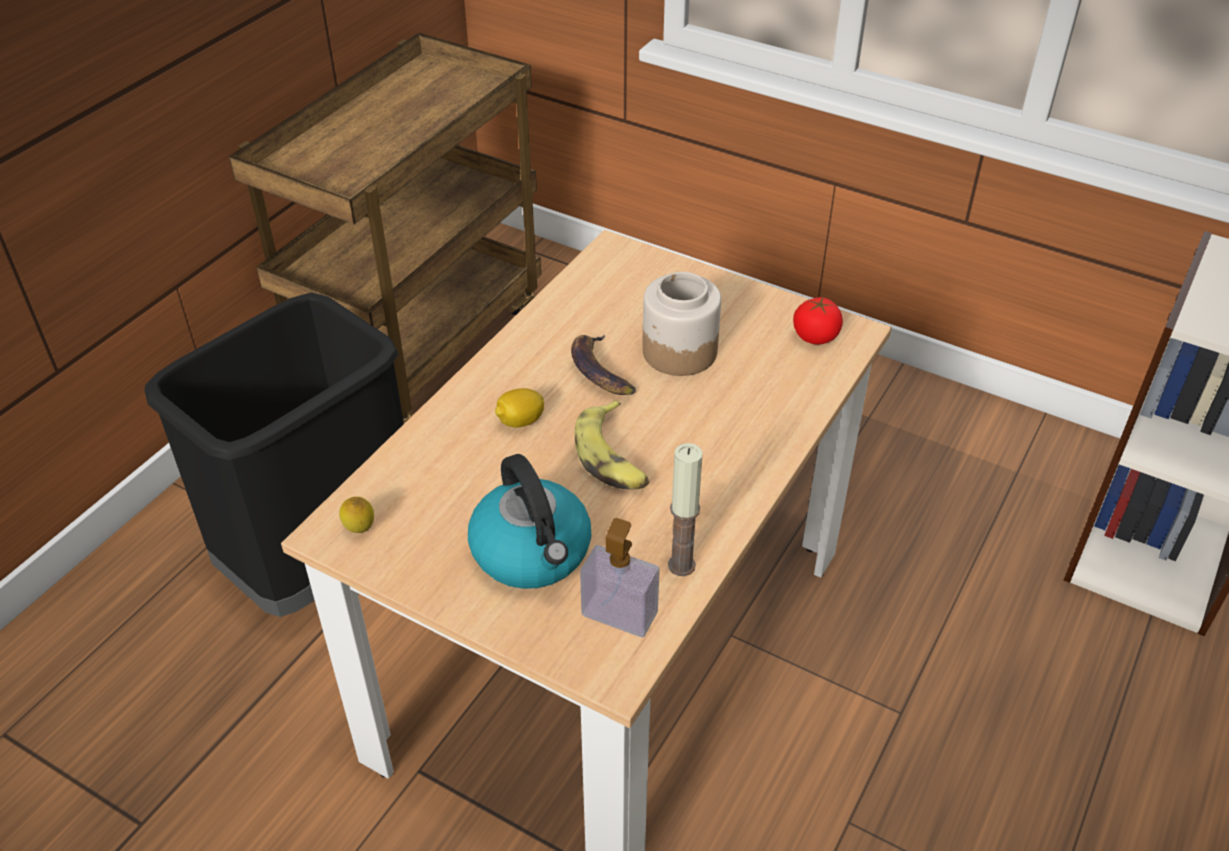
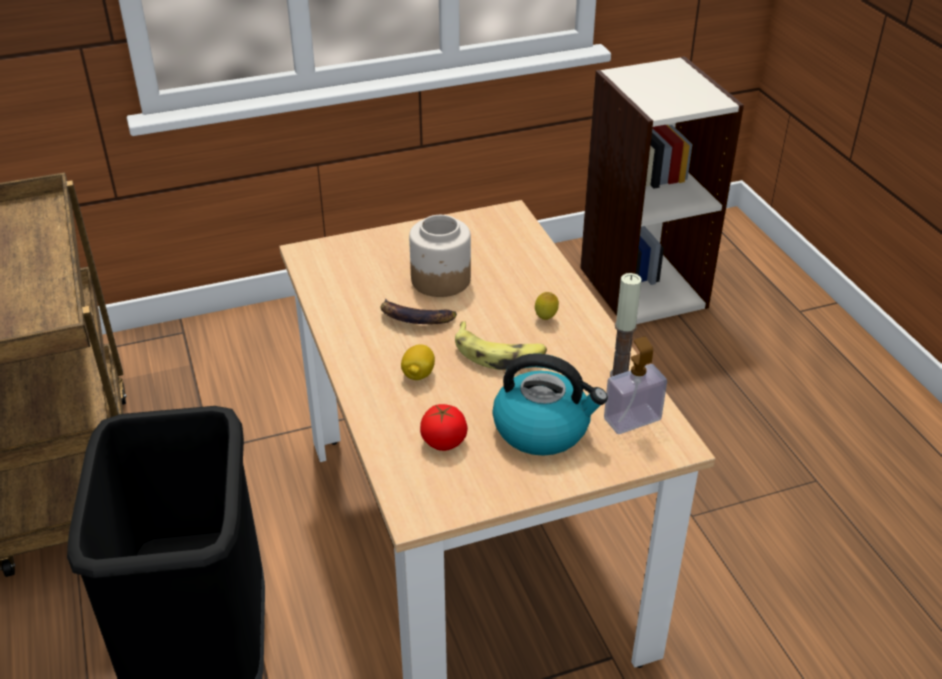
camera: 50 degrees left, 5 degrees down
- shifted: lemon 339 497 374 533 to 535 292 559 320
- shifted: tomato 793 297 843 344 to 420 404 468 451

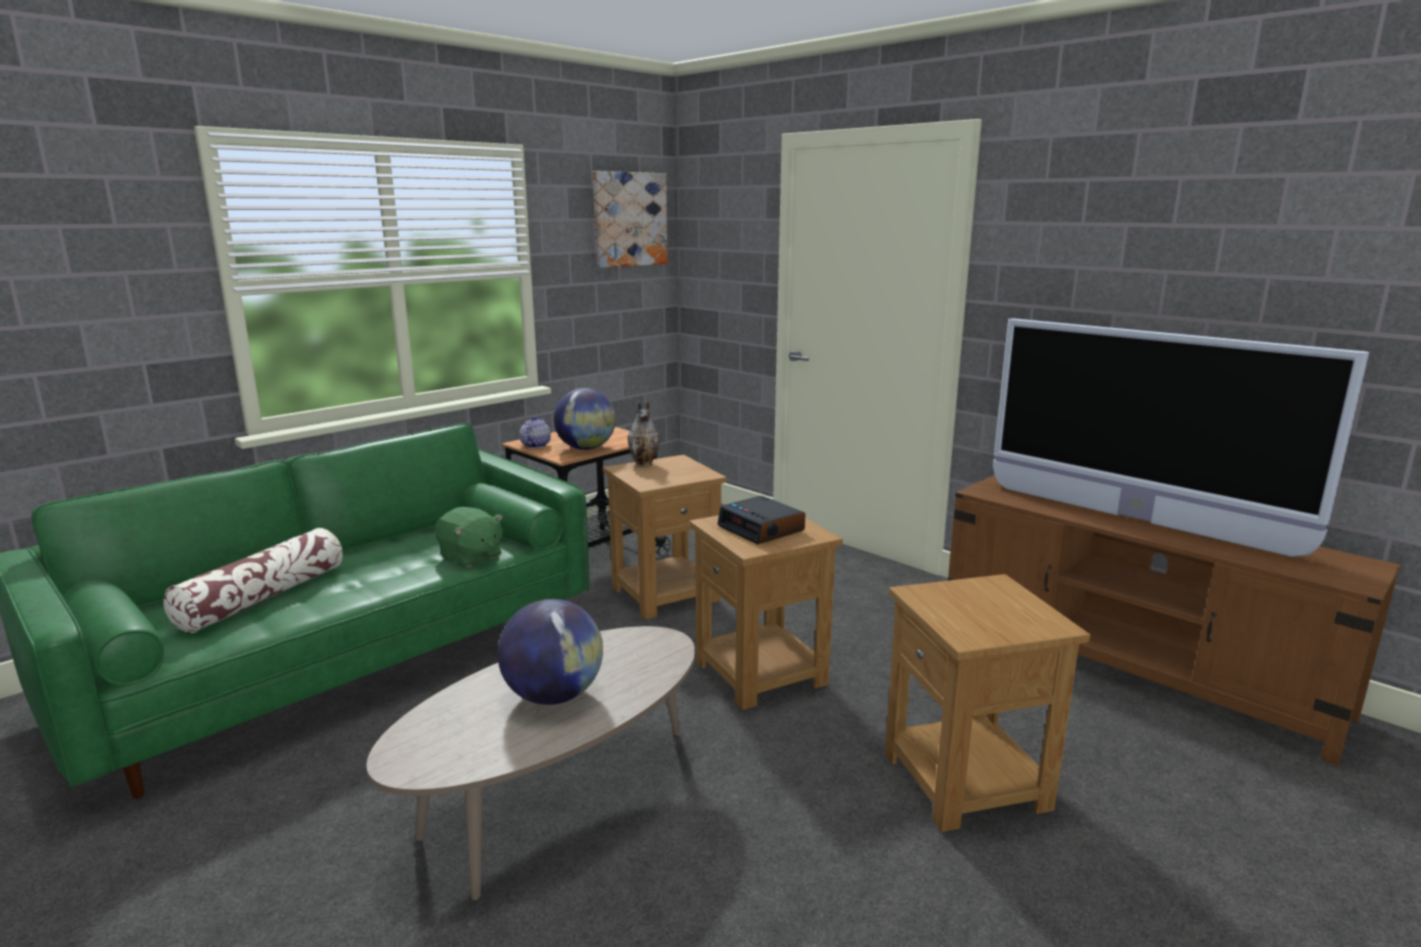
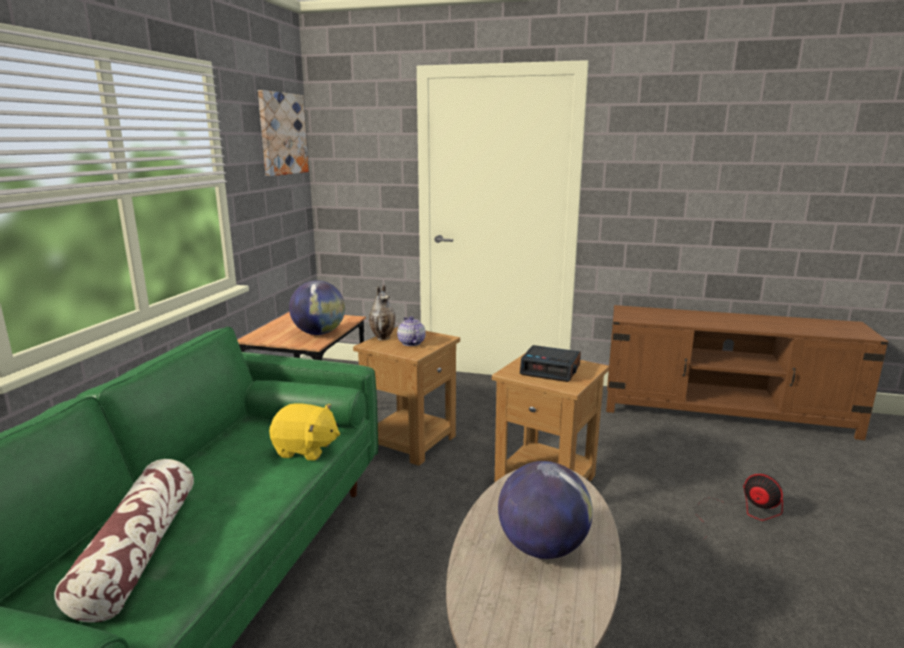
camera: 30 degrees left, 0 degrees up
- gone: television 993 319 1369 557
- shifted: teapot 519 416 551 448 to 397 316 426 346
- swapped: brown side table 885 574 1090 832 to fan 694 474 783 540
- repainted: green plush toy 435 507 504 567 to yellow plush toy 269 403 340 461

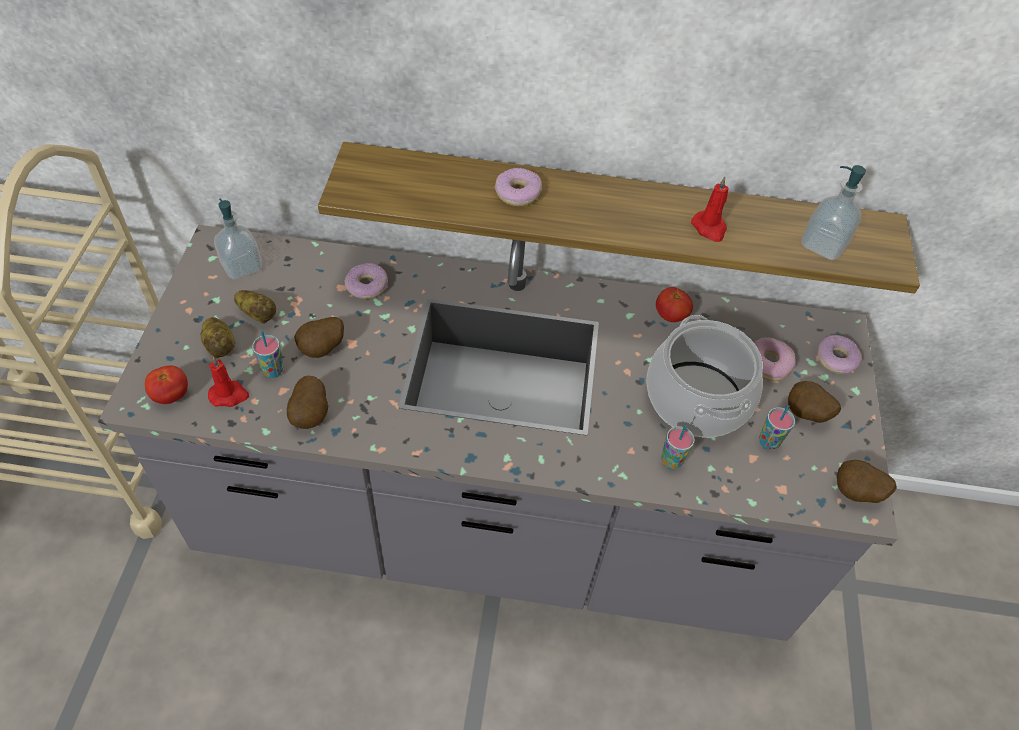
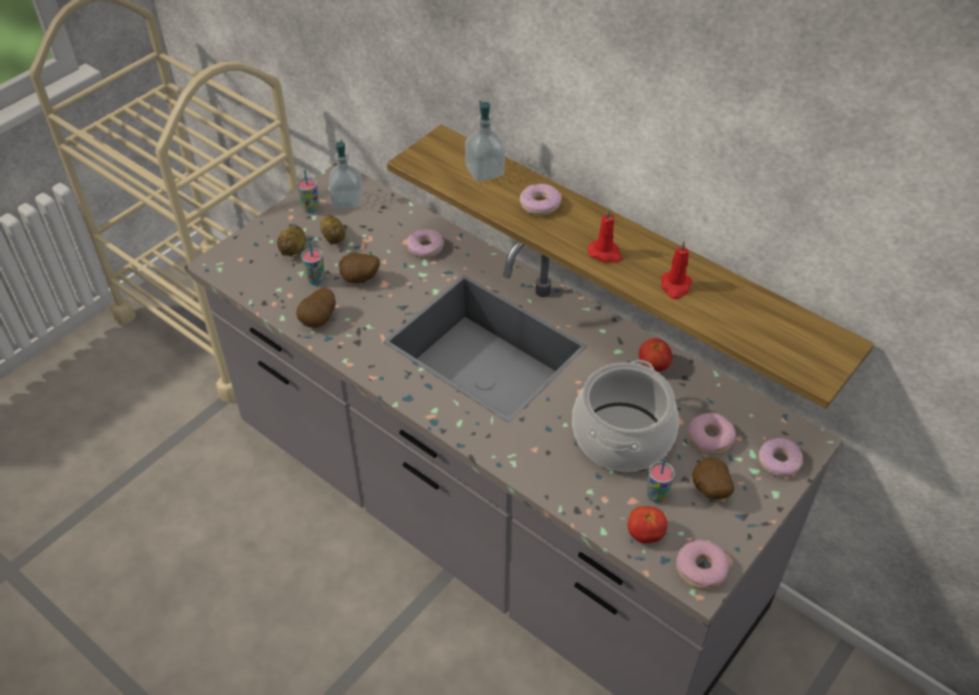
camera: 35 degrees right, 5 degrees down
- shifted: tomato 145 365 188 404 to 628 506 668 543
- shifted: red candle 208 356 249 407 to 588 208 622 263
- shifted: cup 661 425 695 469 to 297 170 319 213
- shifted: soap dispenser 801 165 866 260 to 465 101 505 182
- swapped: potato 837 460 897 503 to donut 676 540 730 589

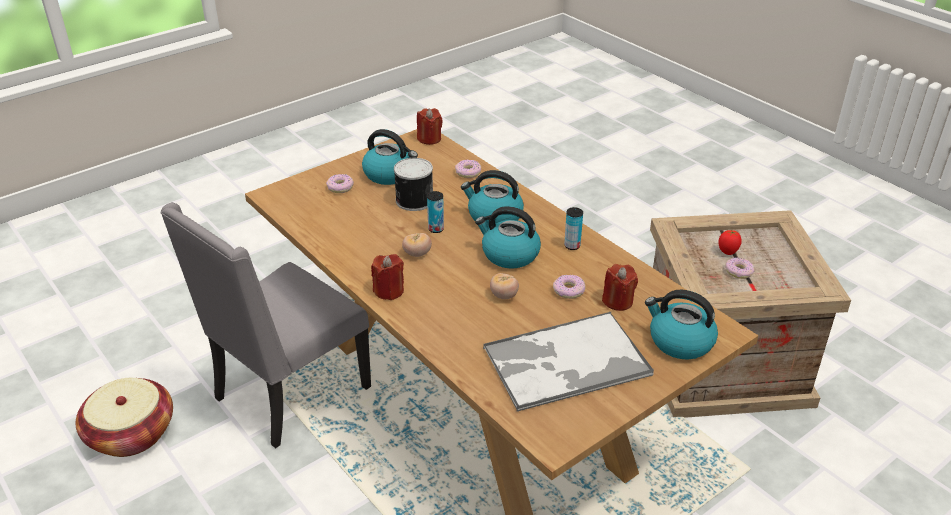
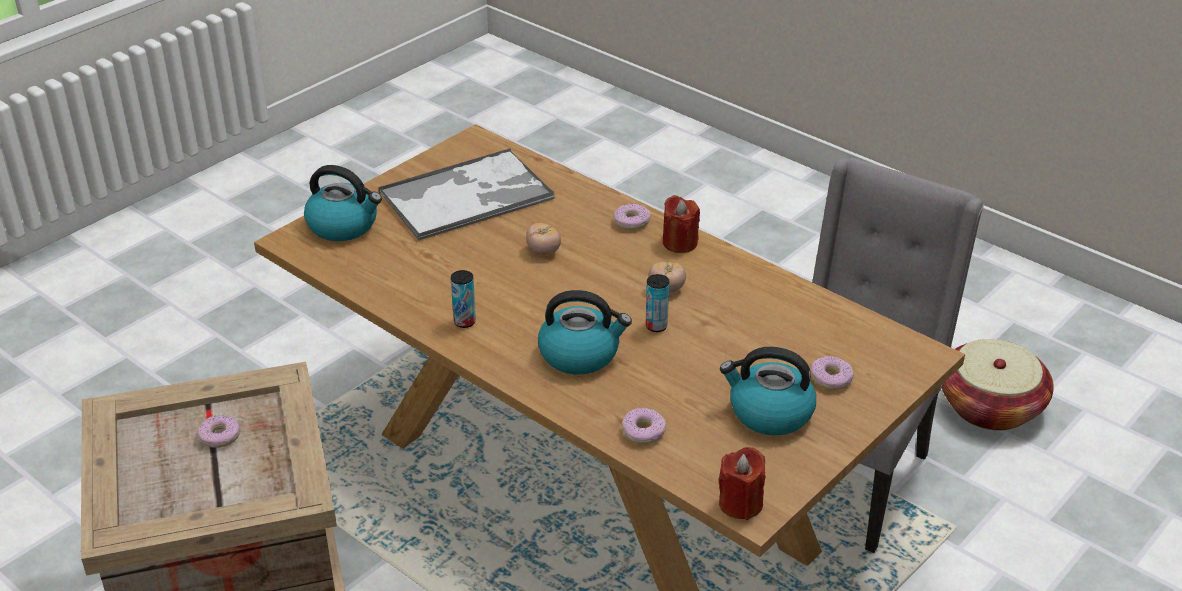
camera: 170 degrees right, 0 degrees up
- gone: can 394 158 433 211
- gone: kettle 475 206 541 268
- gone: red candle 602 264 638 311
- gone: tomato 718 230 742 255
- shifted: donut 553 275 585 299 to 613 204 651 230

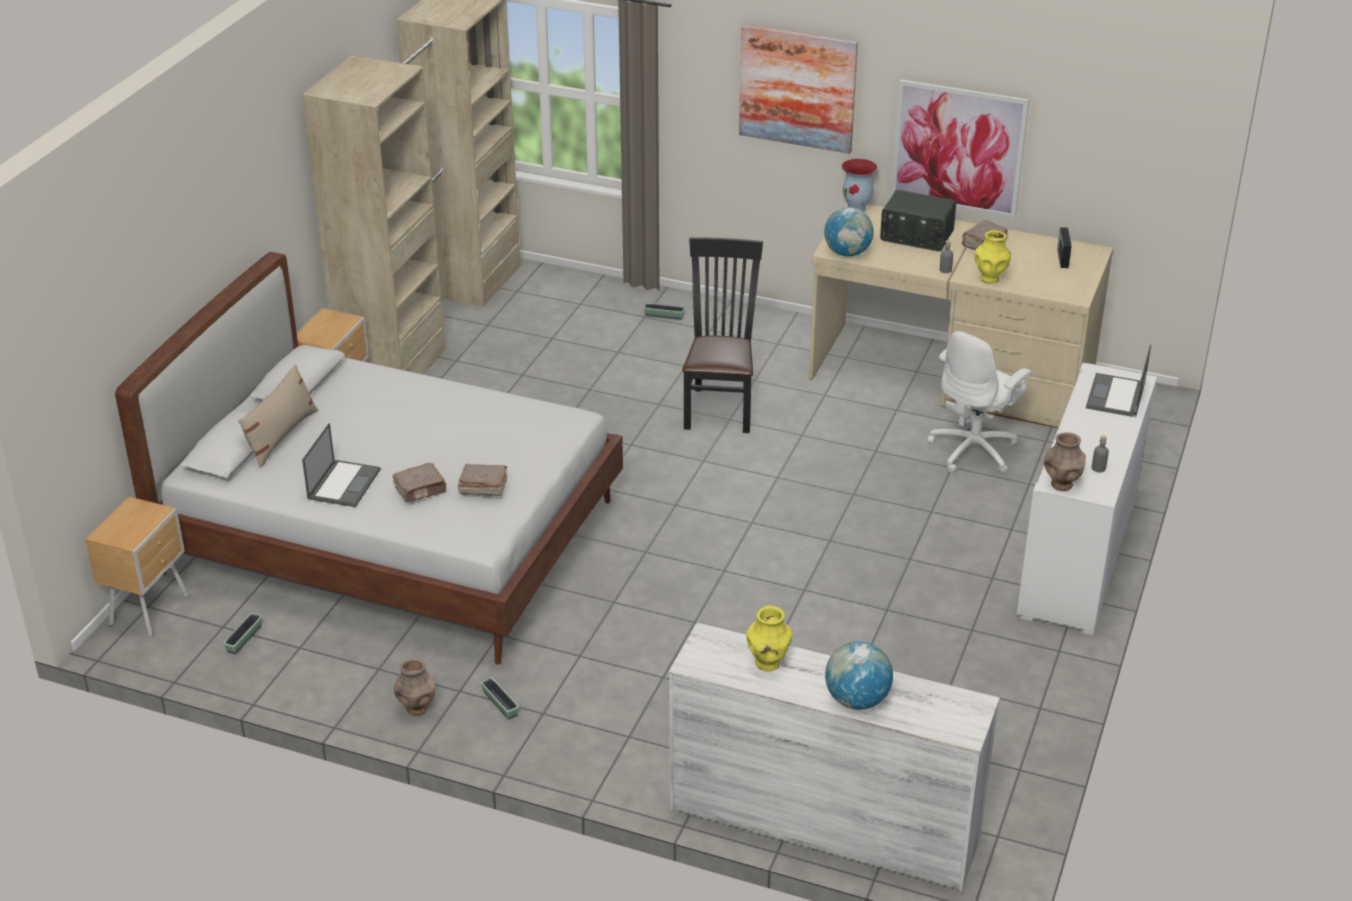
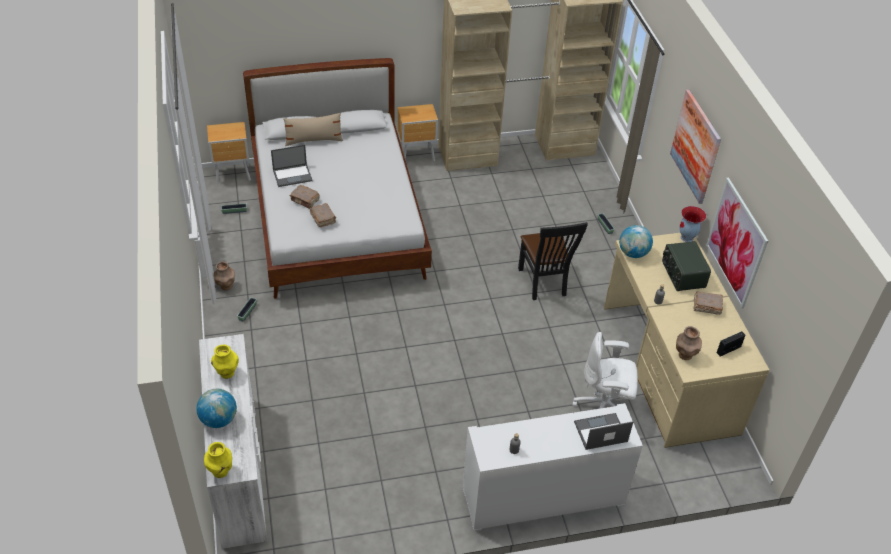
camera: 55 degrees right, 10 degrees up
- shifted: yellow vase 975 230 1011 284 to 204 442 232 478
- shifted: brown vase 1044 432 1086 491 to 676 326 702 360
- rotated: black chair 682 237 763 433 = 518 222 588 300 105 degrees clockwise

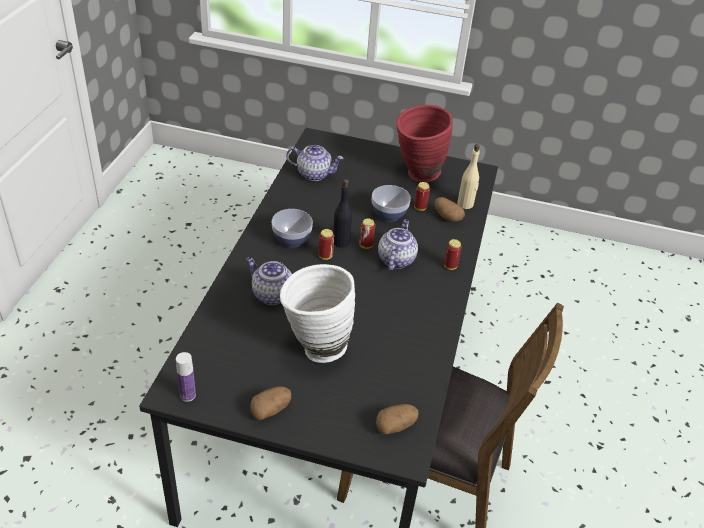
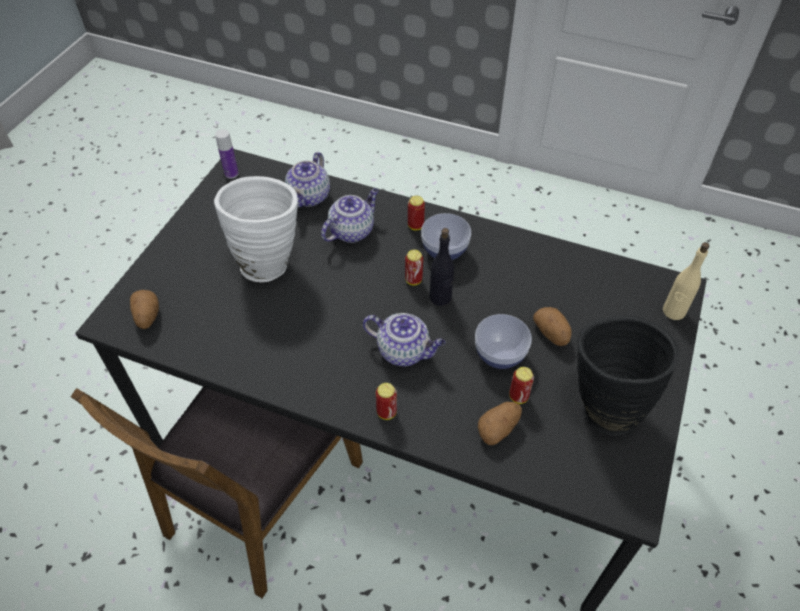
camera: 100 degrees right, 10 degrees up
- shifted: potato 250 386 291 420 to 533 307 572 346
- shifted: teapot 286 145 344 181 to 285 152 330 208
- shifted: can 359 219 375 249 to 408 196 425 231
- shifted: beige bottle 457 144 480 209 to 663 242 710 320
- repainted: red vase 396 105 453 182 to black vase 577 316 679 436

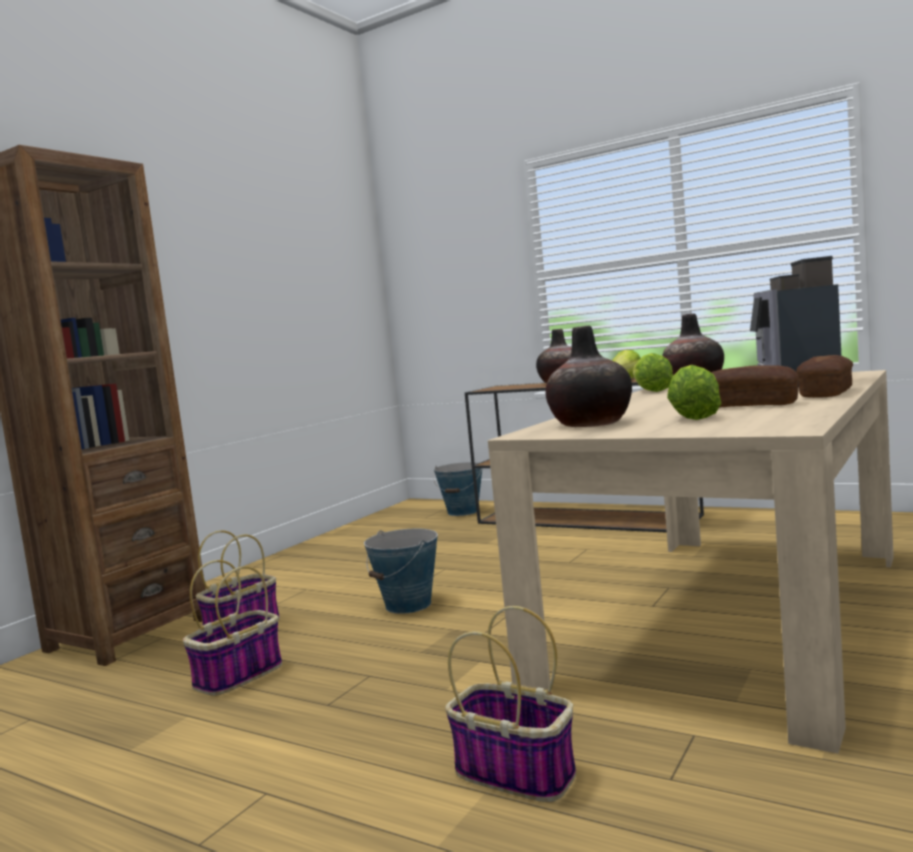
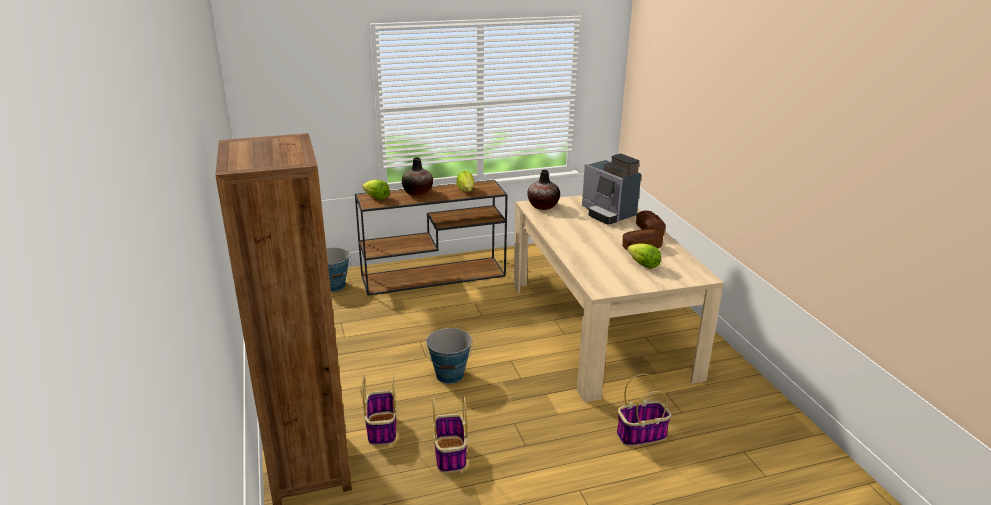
camera: 50 degrees left, 20 degrees up
- gone: vase 546 326 632 427
- shifted: lettuce 633 353 673 392 to 362 180 390 200

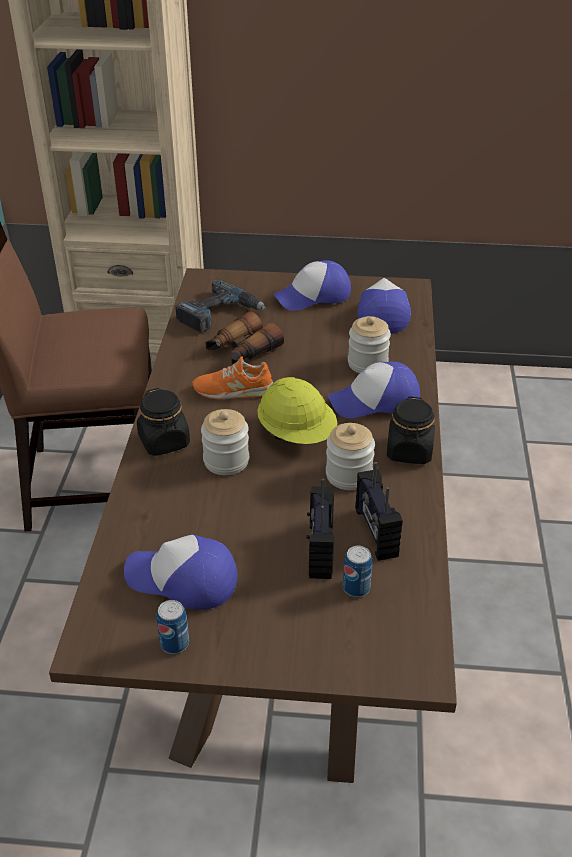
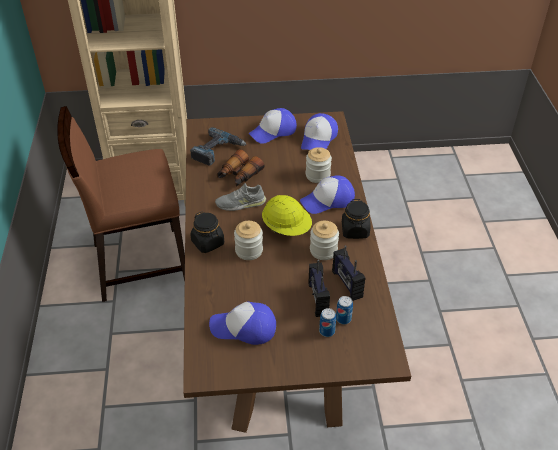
camera: 10 degrees left, 5 degrees up
- shifted: can 157 600 189 654 to 319 308 336 337
- repainted: orange shoe 192 356 274 400 to grey shoe 215 183 266 211
- rotated: cap 357 278 411 334 = 301 113 338 150 150 degrees counterclockwise

